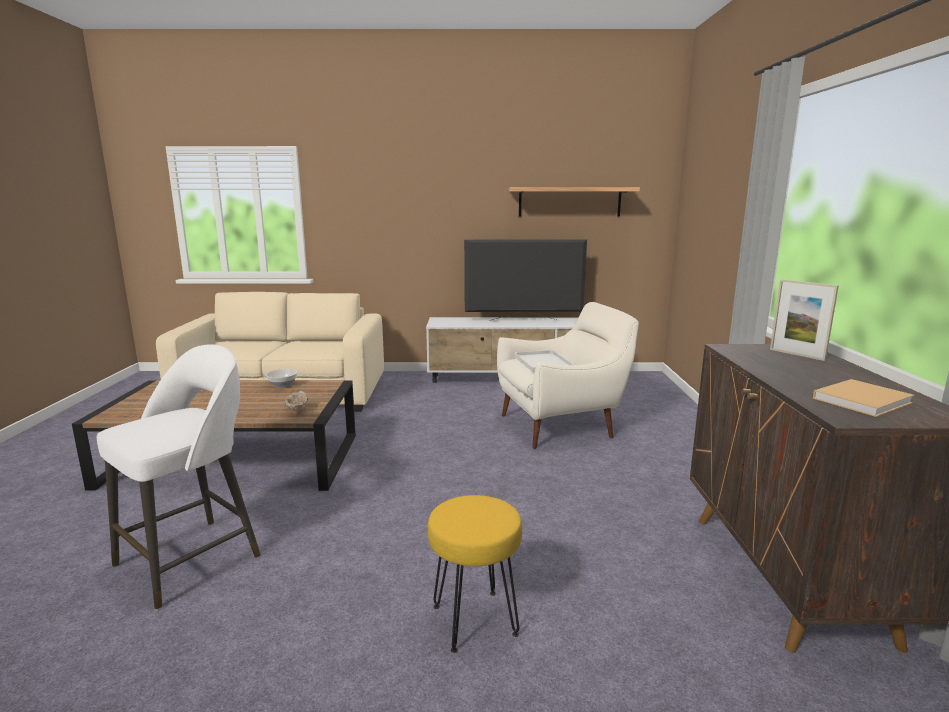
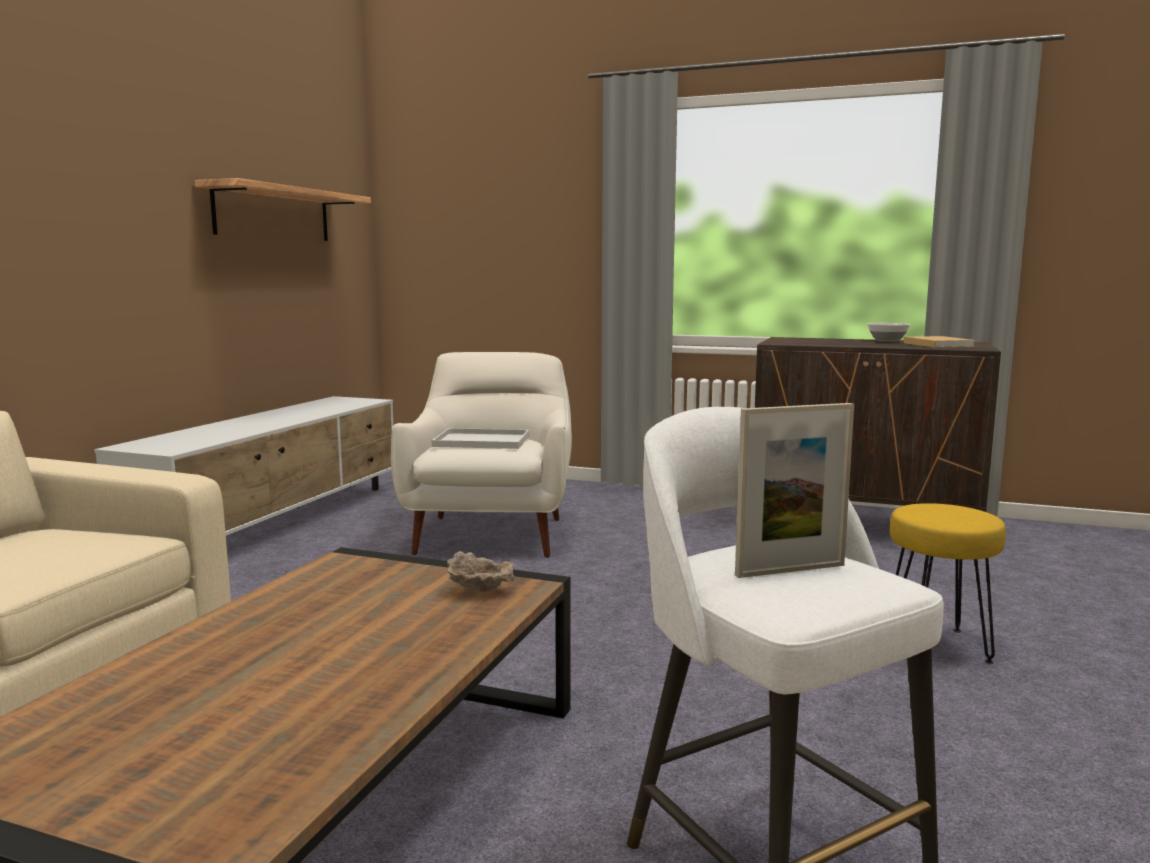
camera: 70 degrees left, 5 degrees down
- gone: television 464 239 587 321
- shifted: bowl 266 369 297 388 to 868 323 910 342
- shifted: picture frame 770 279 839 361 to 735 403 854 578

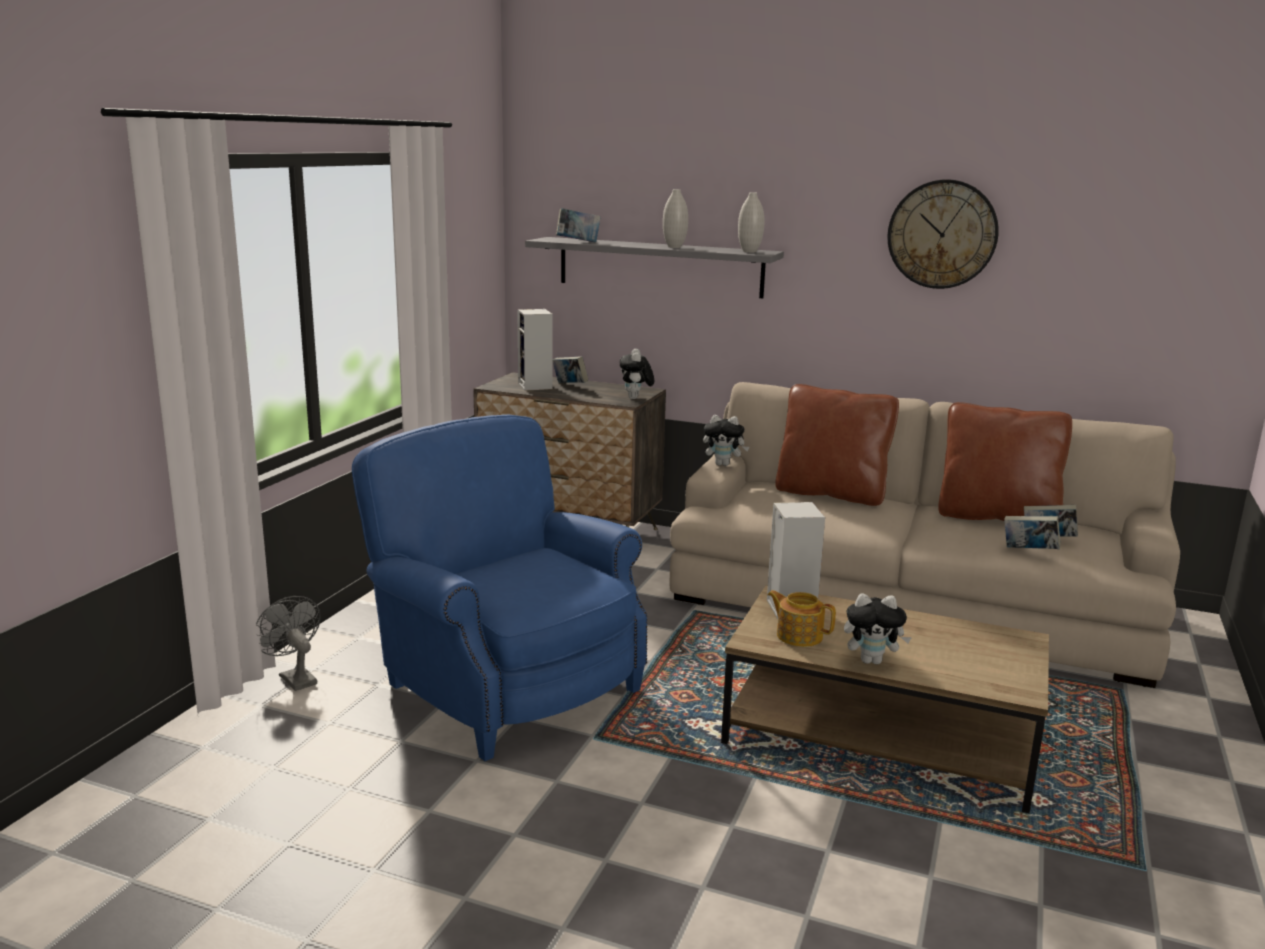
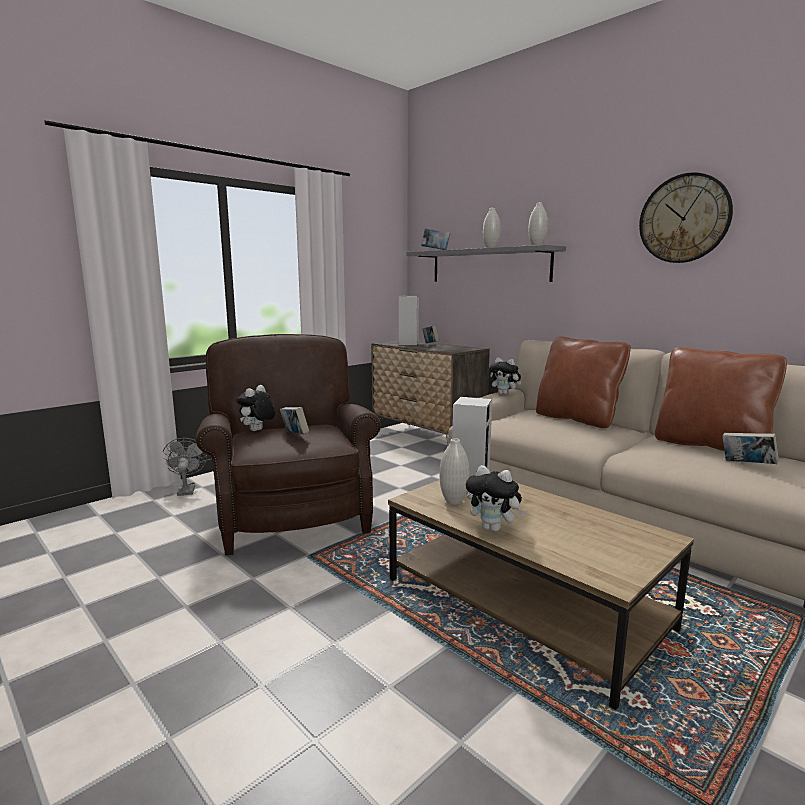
camera: 25 degrees right, 5 degrees down
- shifted: plush toy 620 349 654 399 to 236 385 275 431
- shifted: book 1004 516 1061 549 to 280 407 309 434
- swapped: teapot 767 590 836 647 to white vase 439 438 470 505
- repainted: blue armchair 352 415 647 761 to brown armchair 196 334 381 556

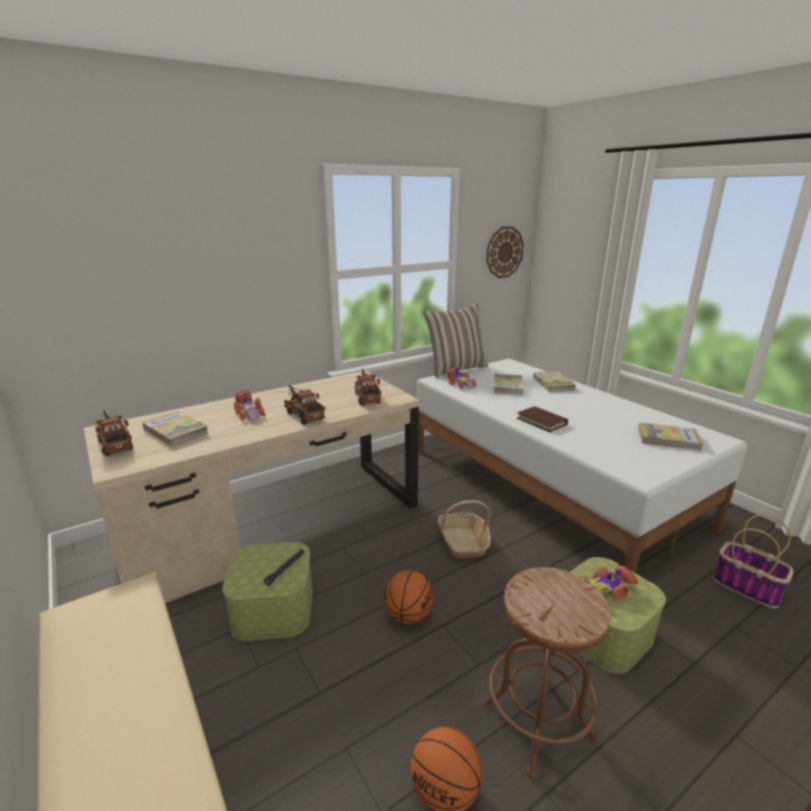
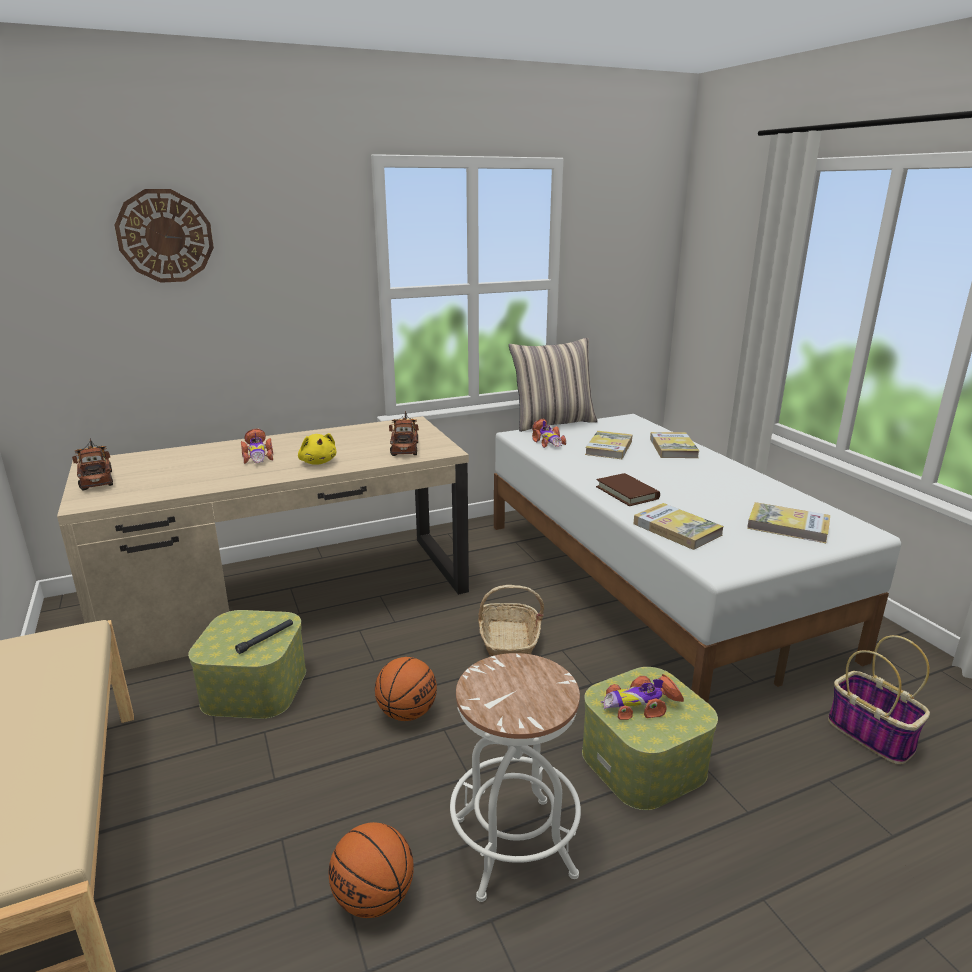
camera: 10 degrees right, 0 degrees up
- shifted: book 142 411 208 447 to 633 503 724 550
- shifted: wall clock 486 226 524 278 to 115 189 214 283
- swapped: toy truck 284 385 325 425 to yellow plush toy 298 433 336 465
- repainted: brown stool 483 567 611 778 to white stool 450 653 581 902

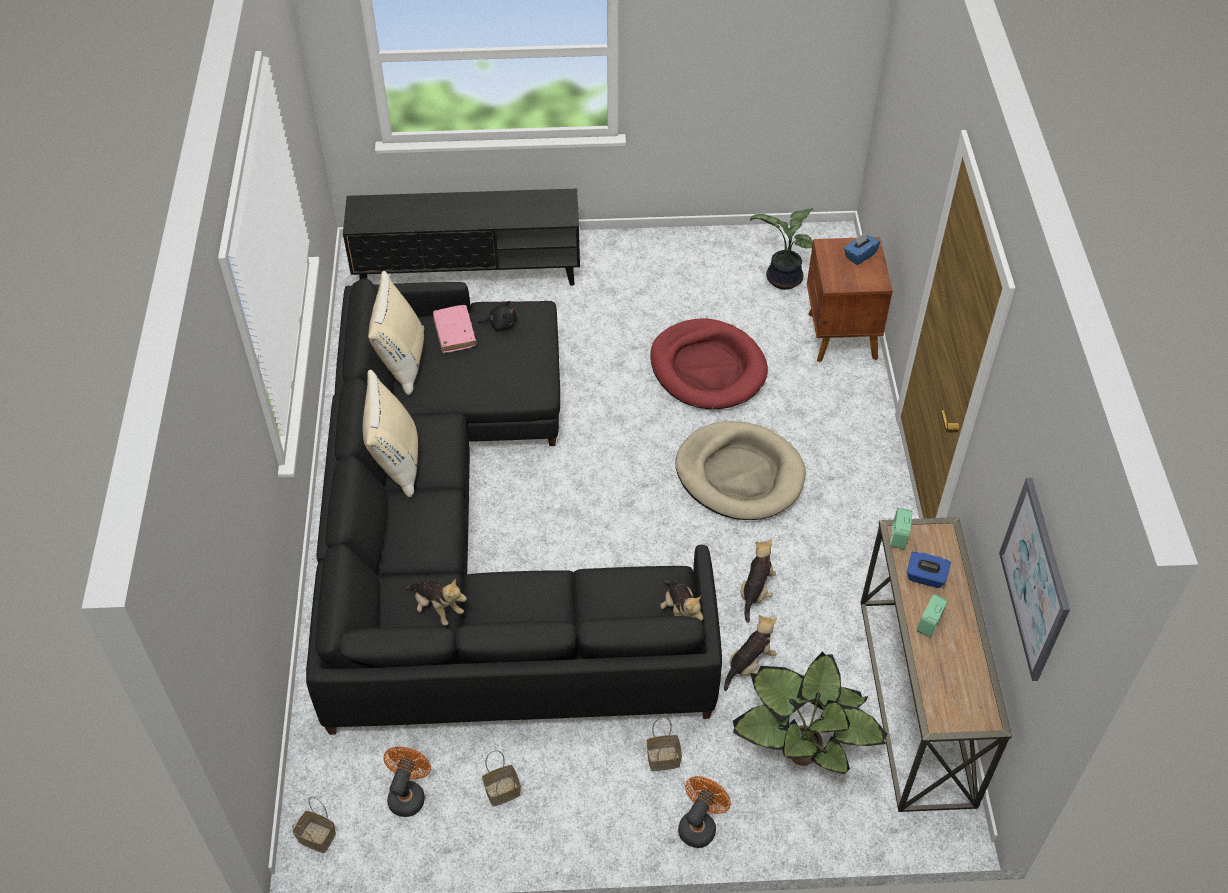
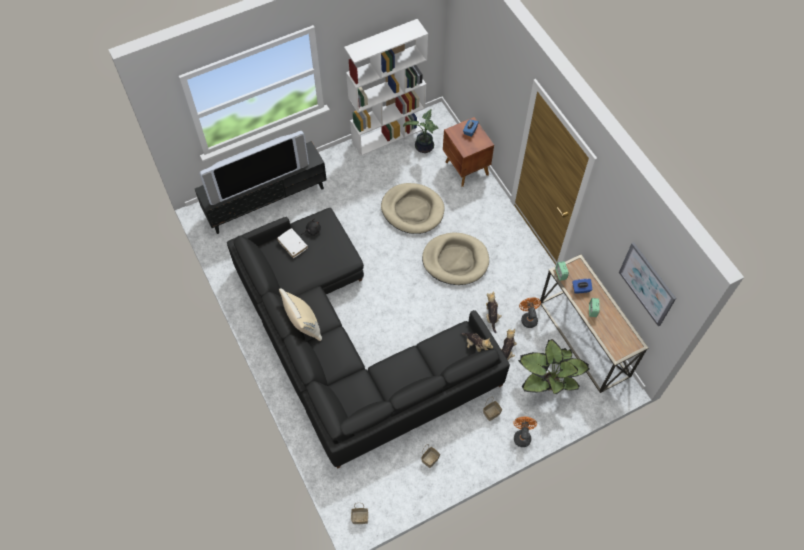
camera: 25 degrees left, 10 degrees up
- gone: beige pillow 368 271 425 395
- gone: plush toy 405 579 467 626
- new: television 200 131 309 205
- new: white bookcase 344 19 428 156
- shifted: orange fan 383 747 431 817 to 519 297 541 328
- repainted: pink book 433 305 477 353 to white book 277 228 308 258
- repainted: red dog bed 650 318 768 409 to beige dog bed 381 183 445 234

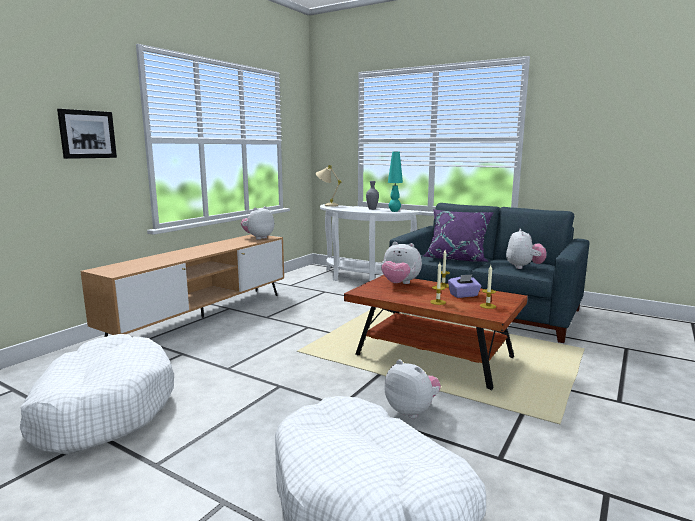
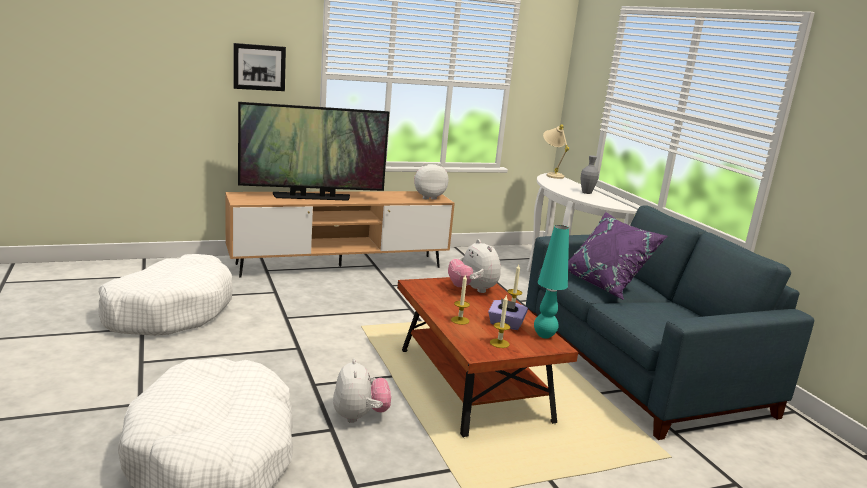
camera: 35 degrees right, 5 degrees up
- gone: plush toy 506 229 546 269
- new: television 238 102 389 201
- shifted: turquoise table lamp 388 152 403 212 to 534 225 569 339

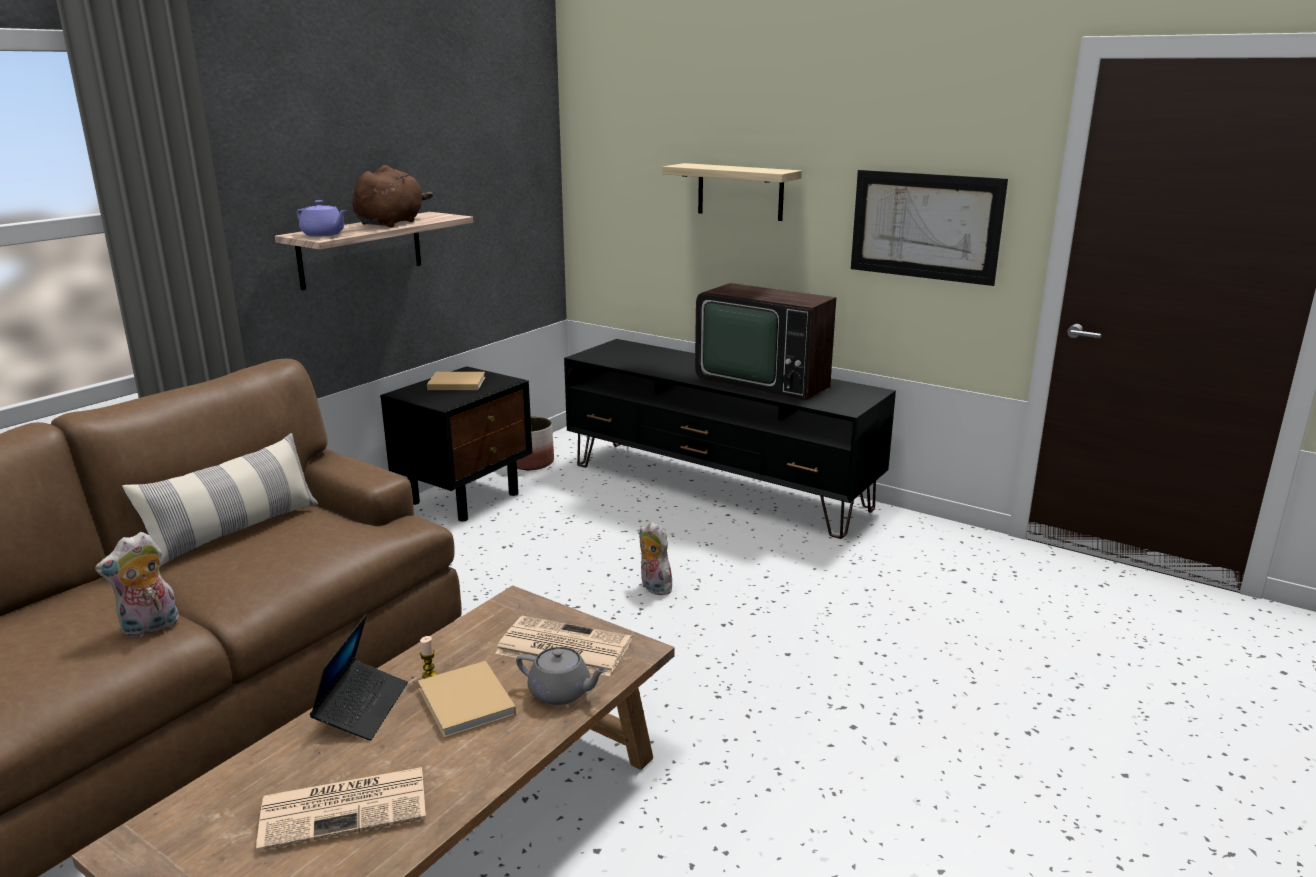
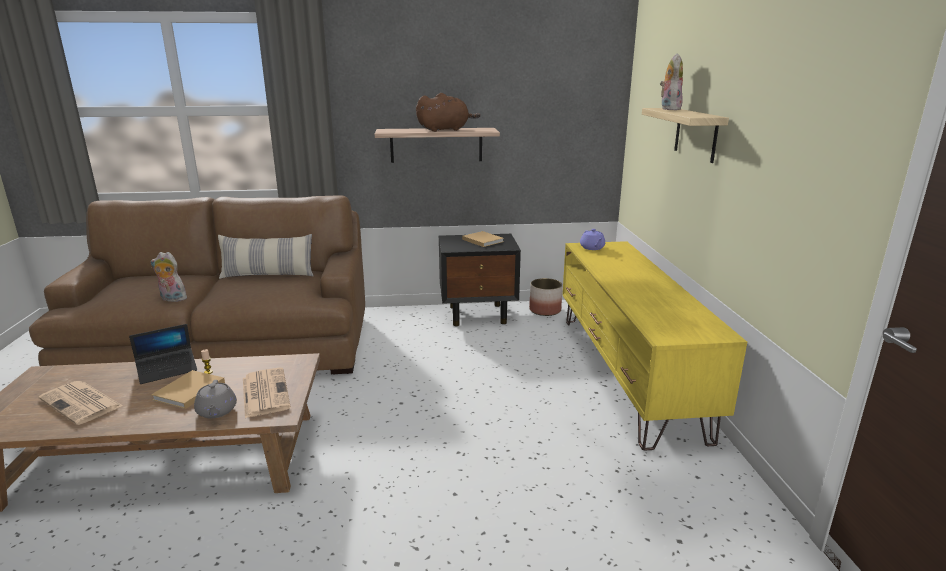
camera: 50 degrees right, 0 degrees up
- gone: television 695 283 836 400
- gone: picture 851 170 1008 286
- shifted: purple teapot 296 200 347 237 to 580 229 605 250
- shifted: plush toy 639 521 673 595 to 660 53 683 110
- repainted: black tv stand 564 339 896 539 to yellow tv stand 562 241 747 451

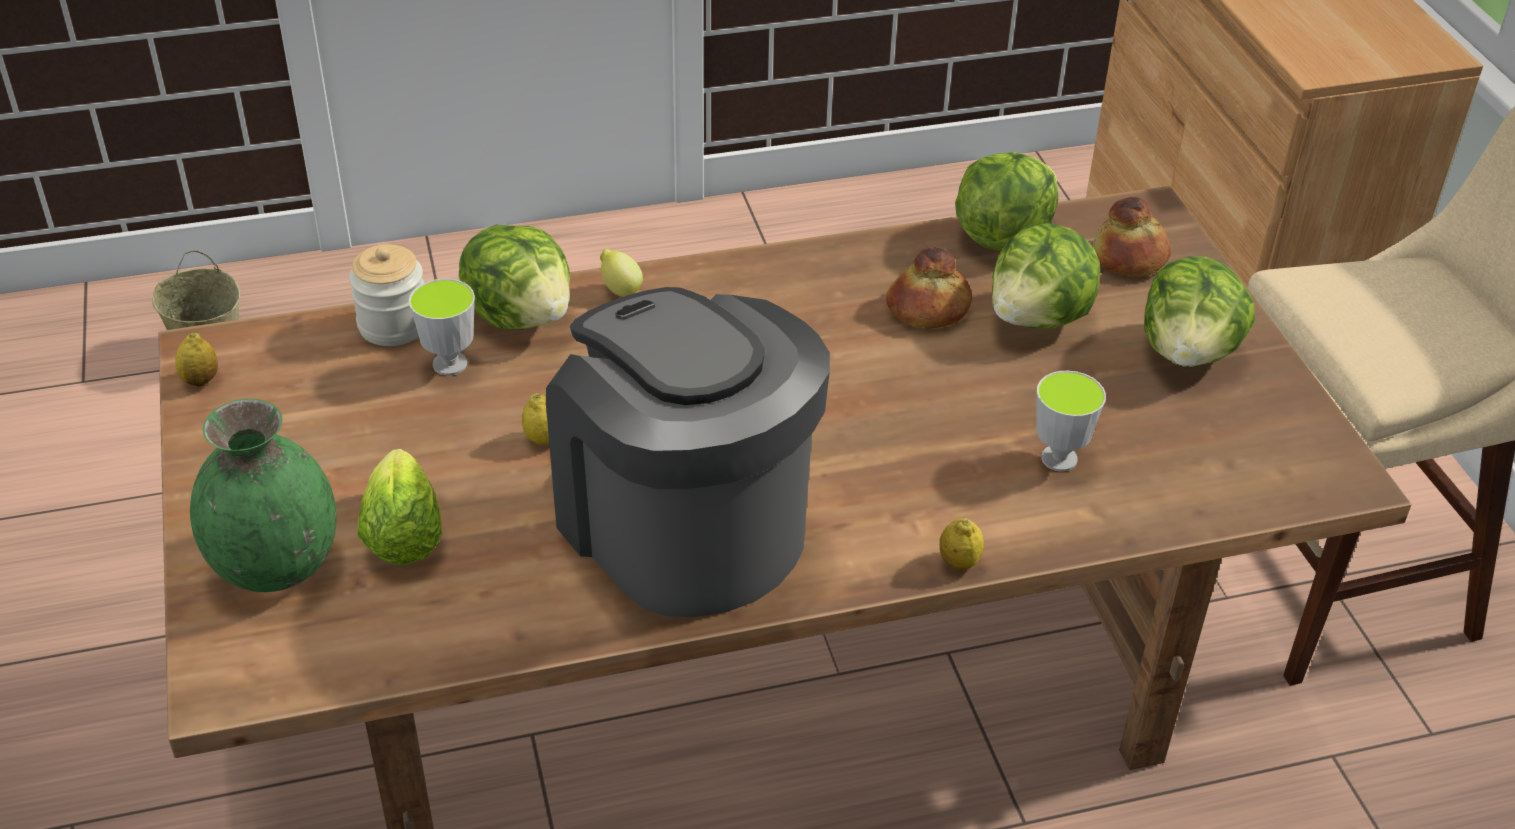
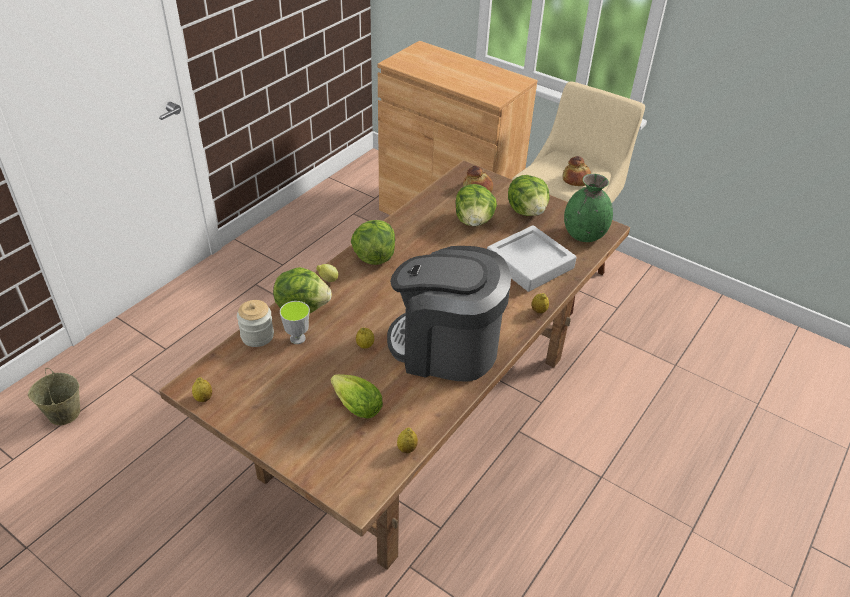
camera: 40 degrees left, 0 degrees up
- new: lemon 397 428 418 453
- shifted: green vase 190 399 337 592 to 564 174 613 242
- shifted: bread 886 247 972 329 to 562 156 591 186
- shifted: lettuce 955 152 1058 251 to 351 220 395 265
- swapped: cup 1036 371 1106 472 to grey tray 487 225 577 292

